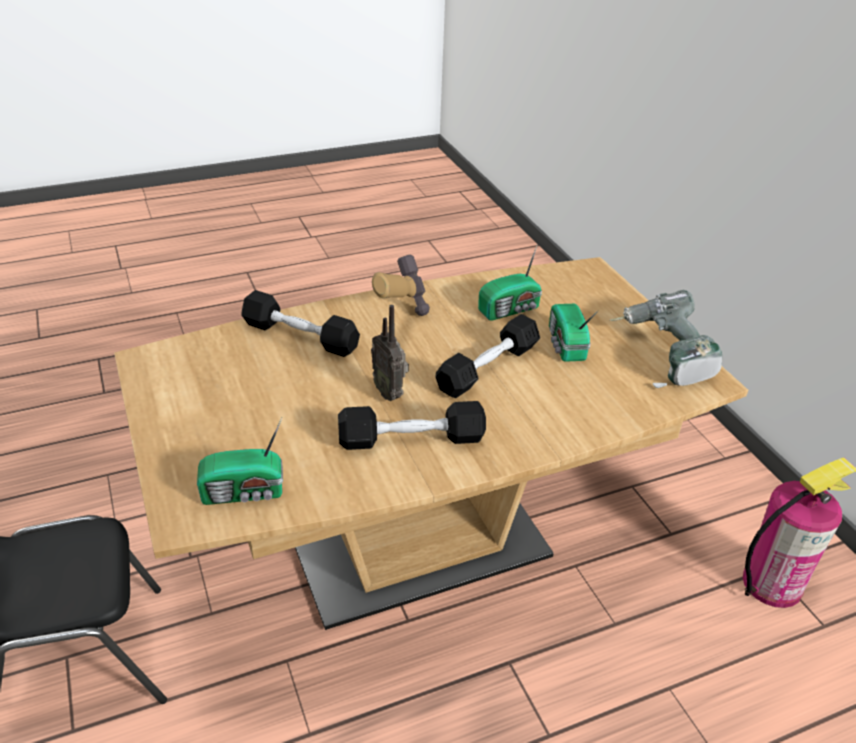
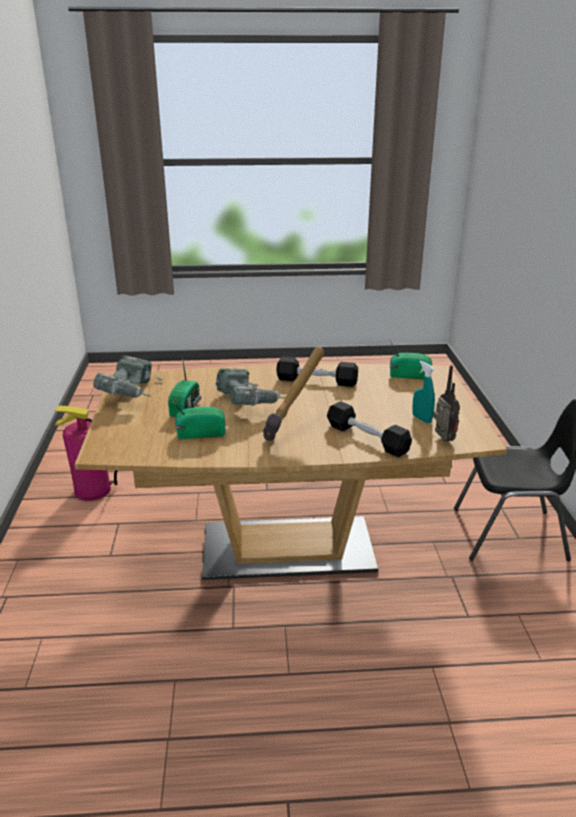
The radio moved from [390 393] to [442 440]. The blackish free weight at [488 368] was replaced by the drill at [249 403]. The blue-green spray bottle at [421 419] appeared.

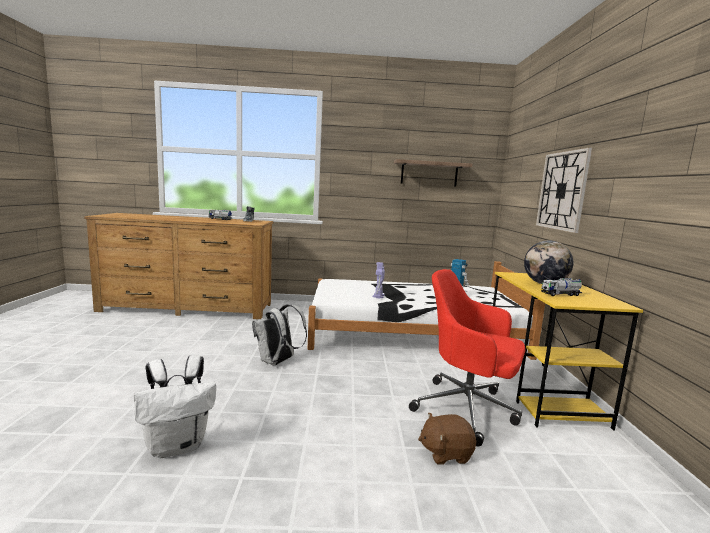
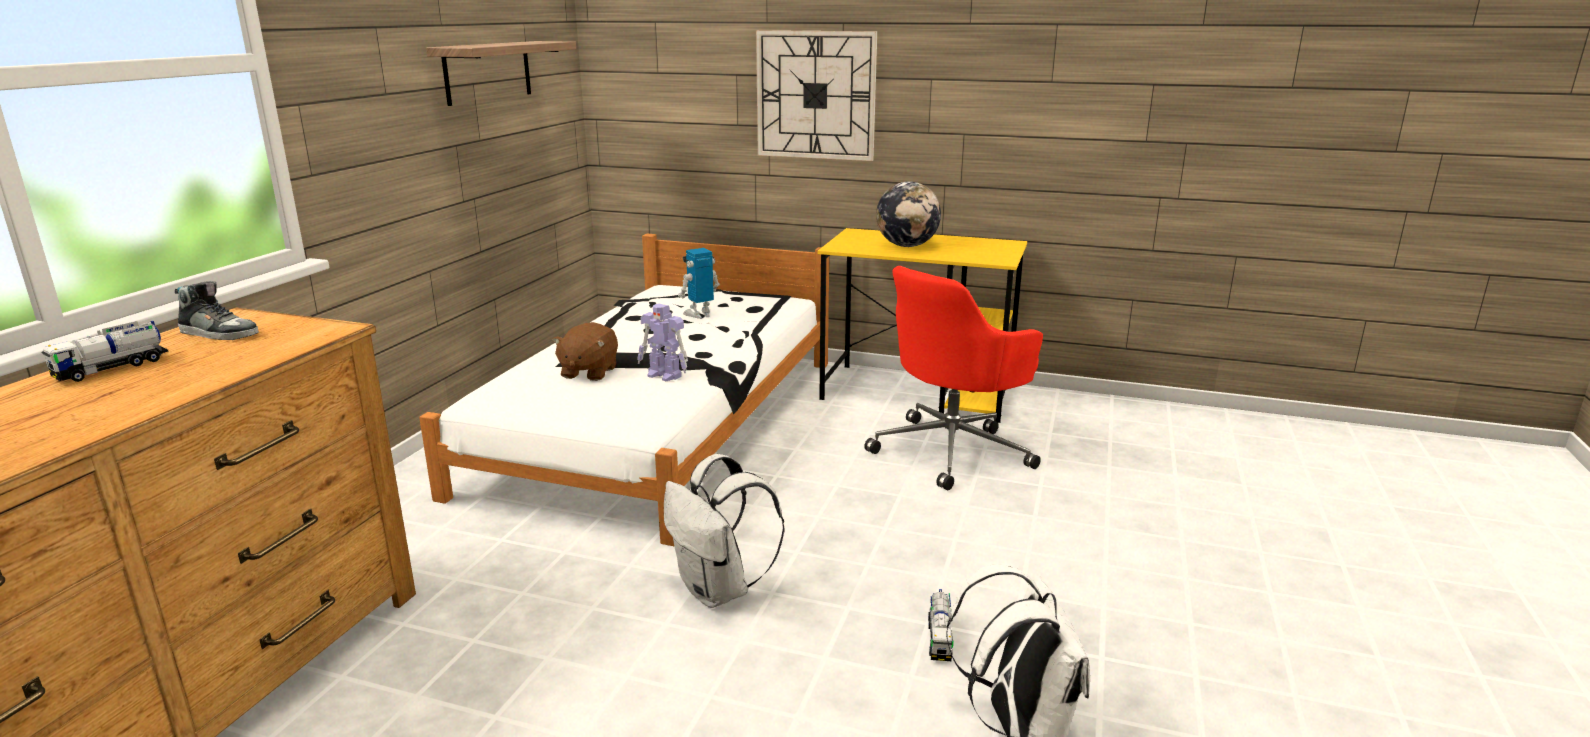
The brown-coloured cuddly toy moved from [445 453] to [588 372]. The toy truck moved from [561 294] to [939 638].

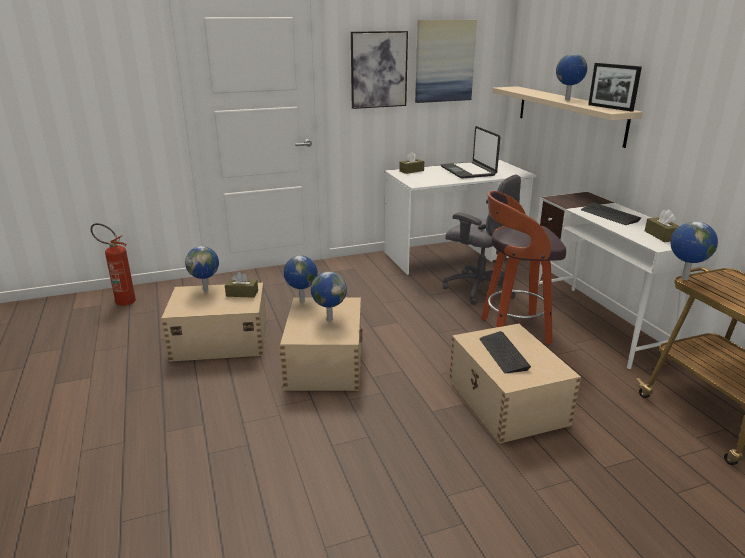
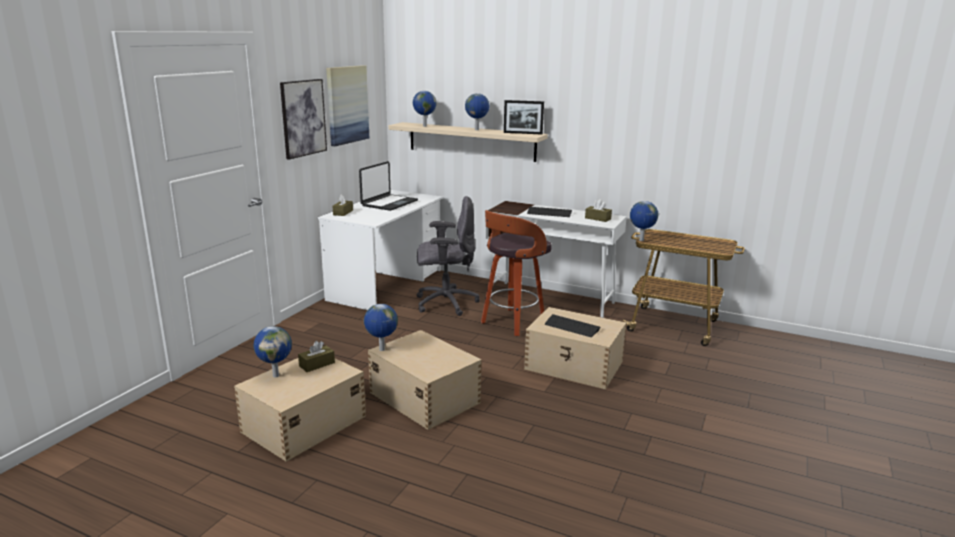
The extinguisher at [121 301] disappeared. The desk globe moved from [329 319] to [424 126]. The portable computer at [468 171] turned 90 degrees counterclockwise.

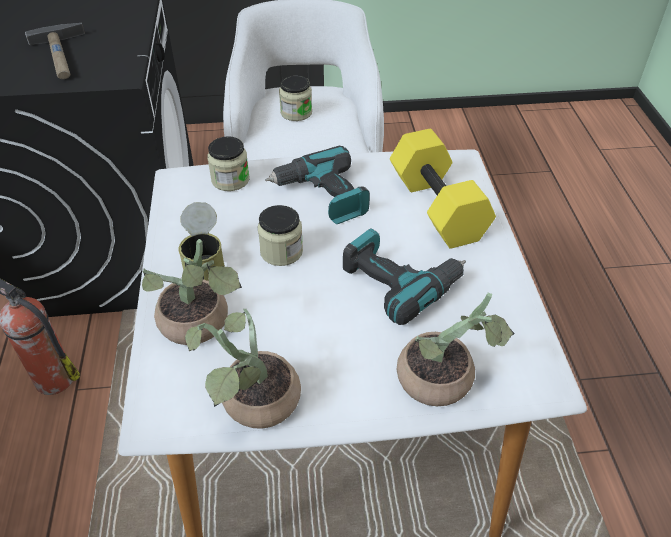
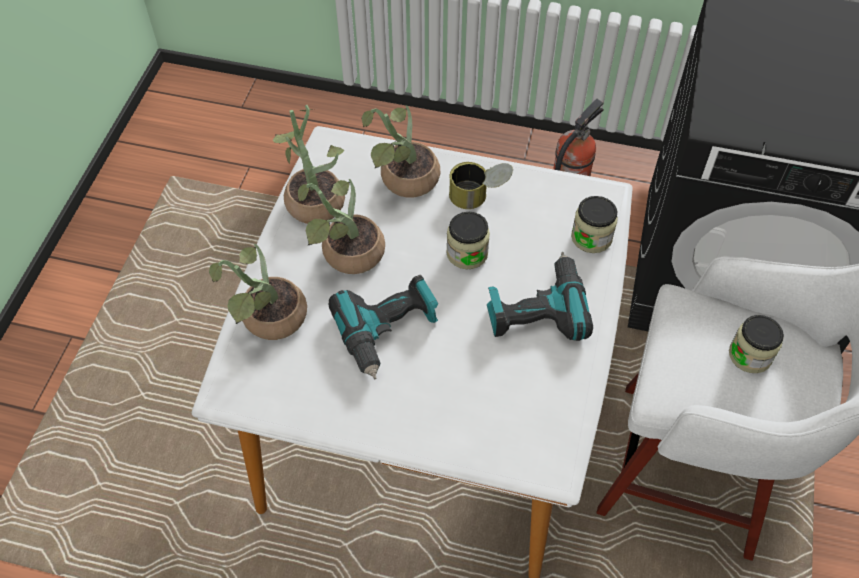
The tool hammer at [62 56] disappeared. The yellow-coloured free weight at [439 207] disappeared. The plant in a pot at [346 255] appeared.

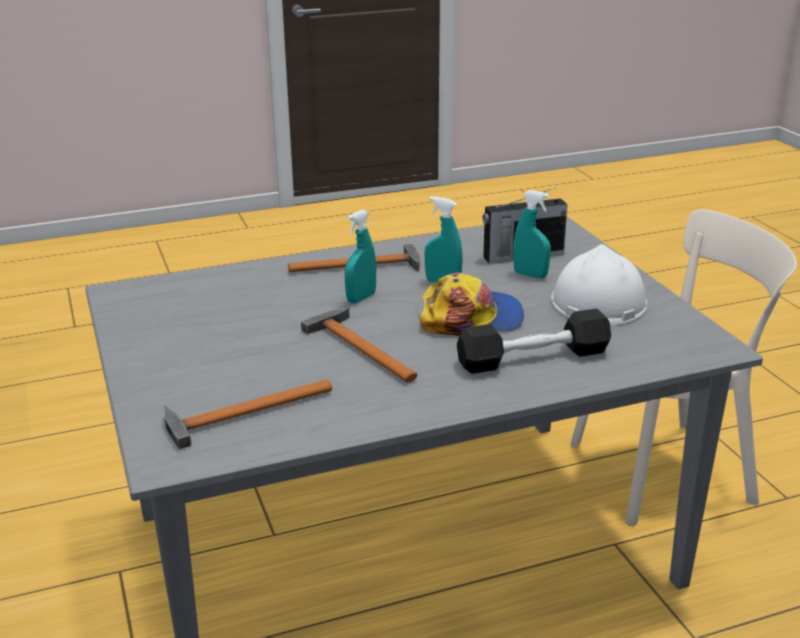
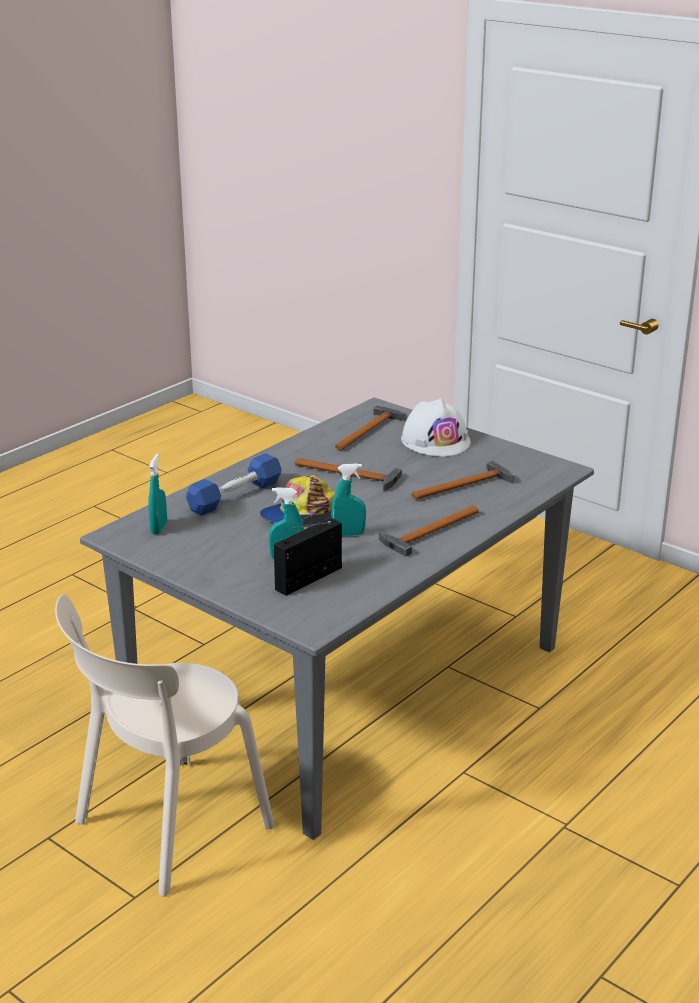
The blue-green spray bottle moved from [361 298] to [159 528]. The blackish free weight at [533 358] became the blue-coloured free weight at [235 496]. The whitish safety helmet moved from [598 302] to [436 440]. The tool hammer at [465 485] appeared.

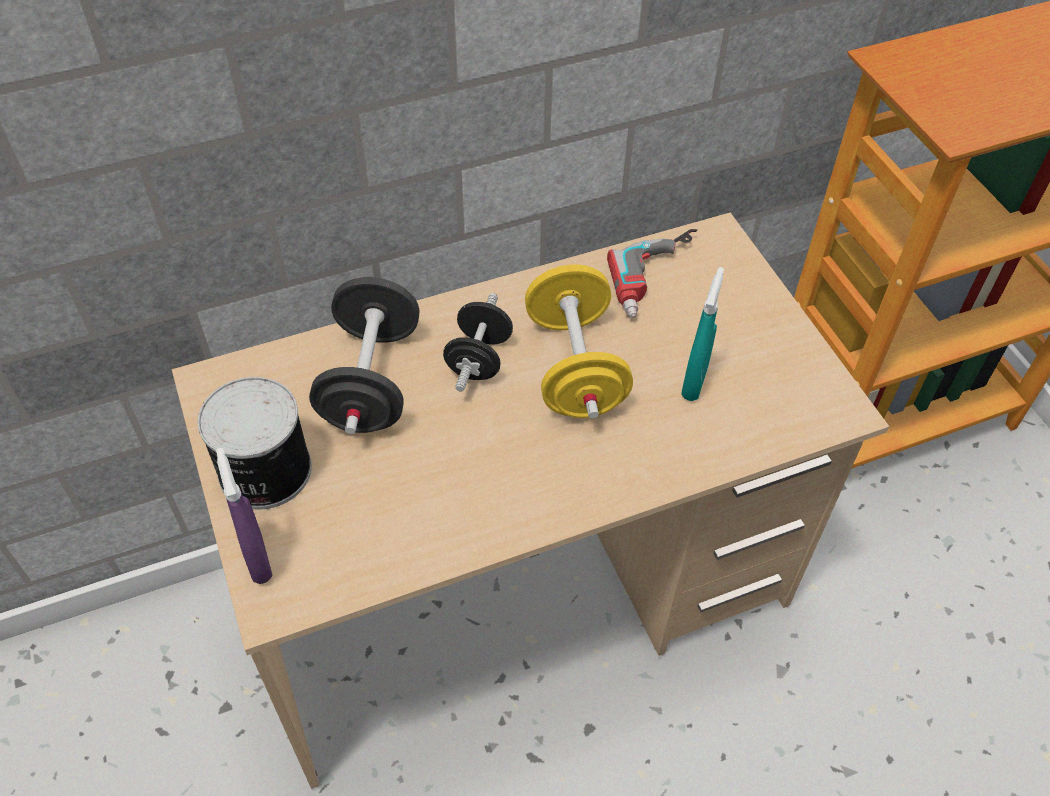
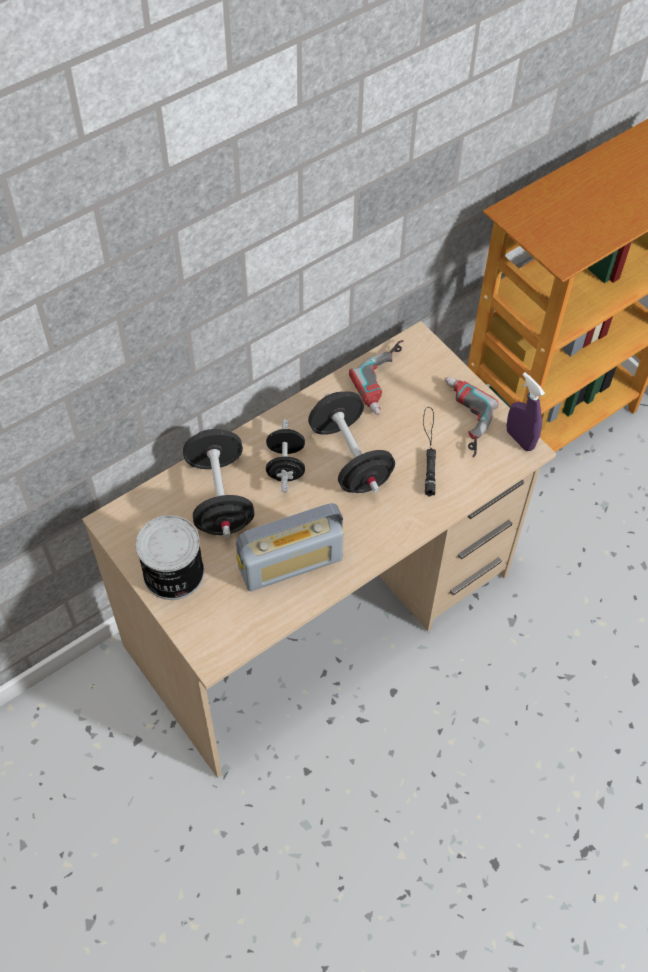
The purple-coloured spray bottle moved from [258 559] to [519 439]. The yellow-coloured free weight at [575 368] became the blackish free weight at [350 458]. The blue-green spray bottle at [694 382] was replaced by the blackish torch at [429 451]. The radio at [290 563] appeared. The drill at [460 419] appeared.

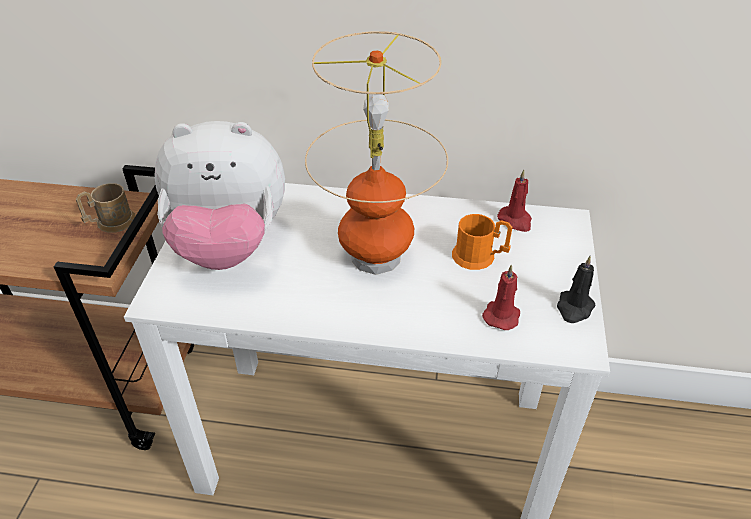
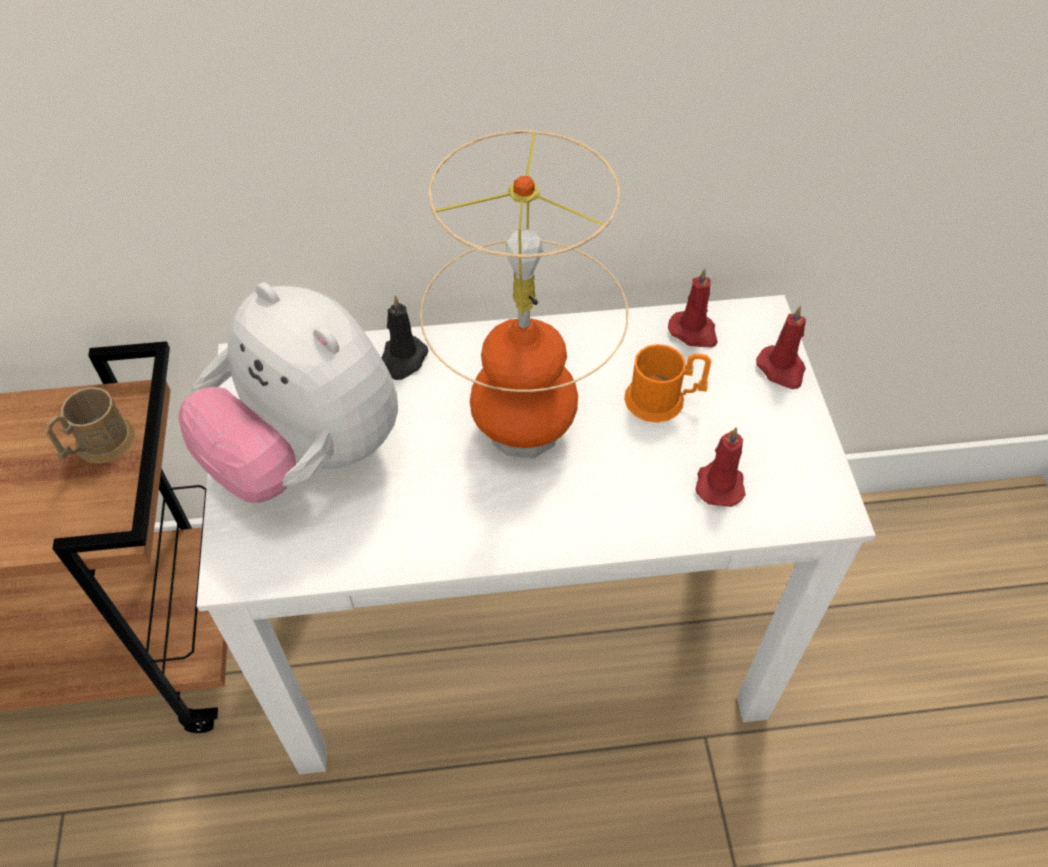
The cuddly toy at [229 245] turned 60 degrees clockwise. The blackish candle moved from [574 308] to [403 360]. The reddish candle at [782 369] appeared.

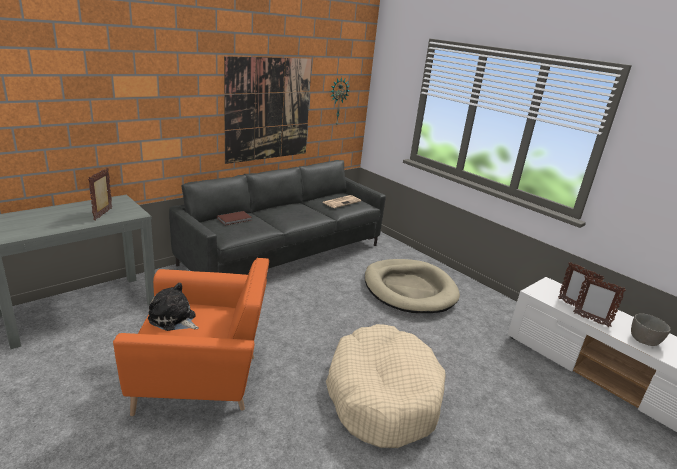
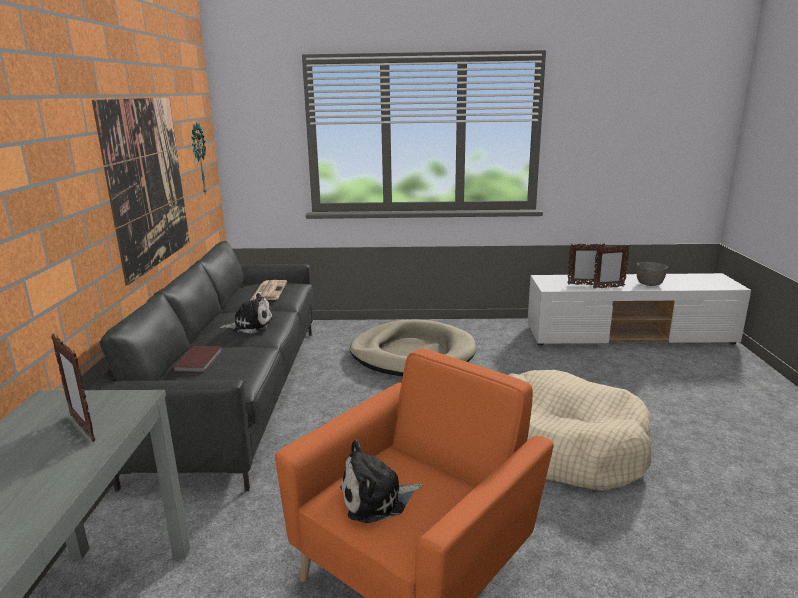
The cuddly toy at [250 325] appeared.

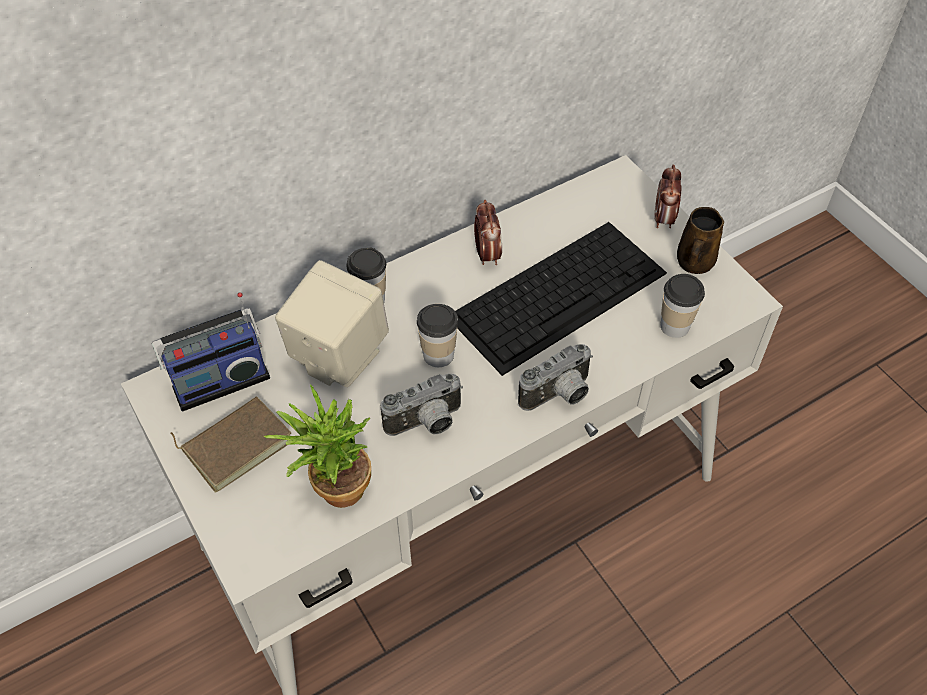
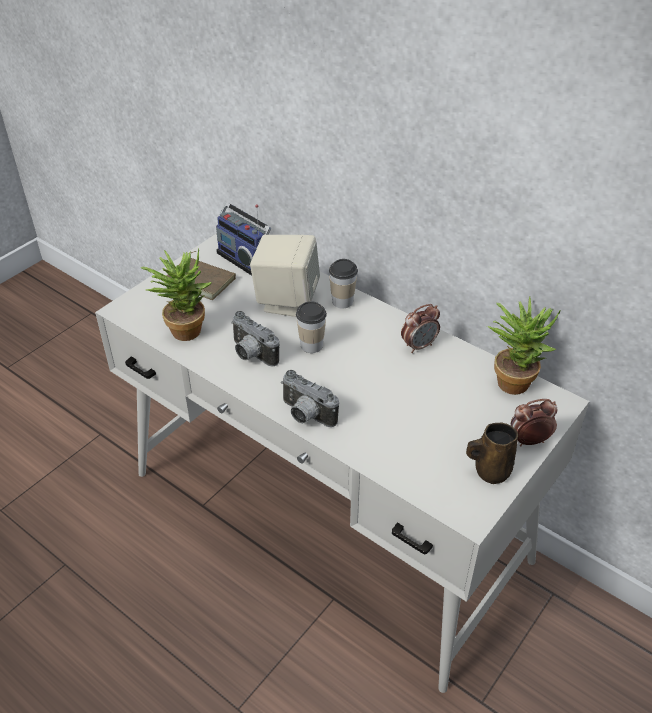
The keyboard at [559 293] disappeared. The small cup at [674 326] disappeared. The plant in a pot at [513 379] appeared.

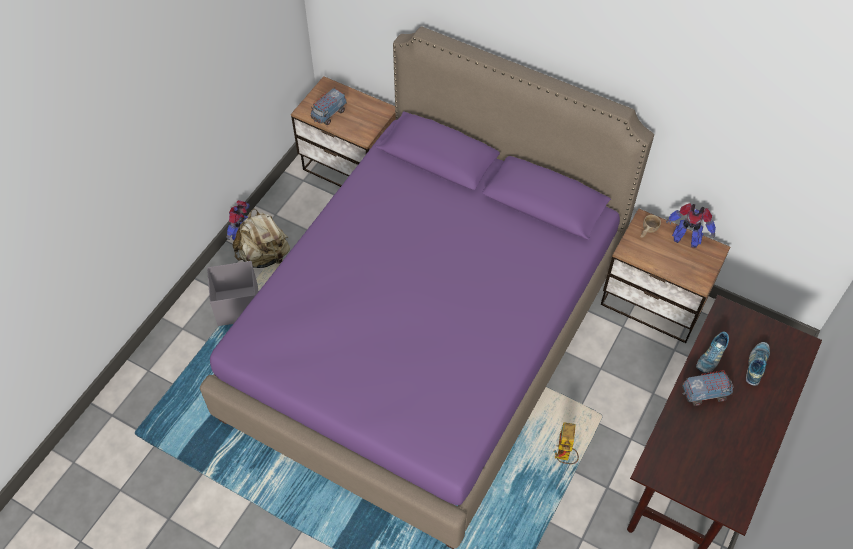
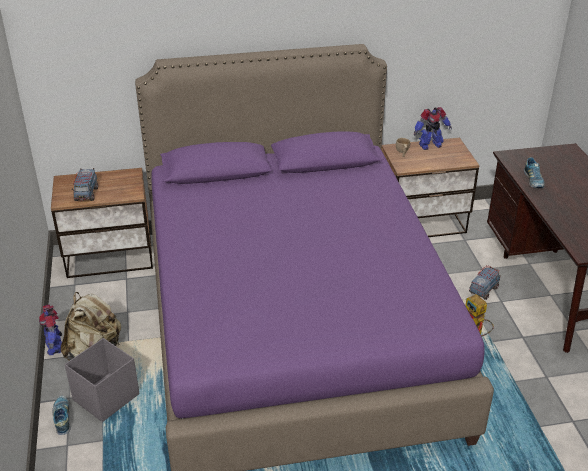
The toy truck moved from [705 393] to [483 290]. The low shoe moved from [756 365] to [62 418].

